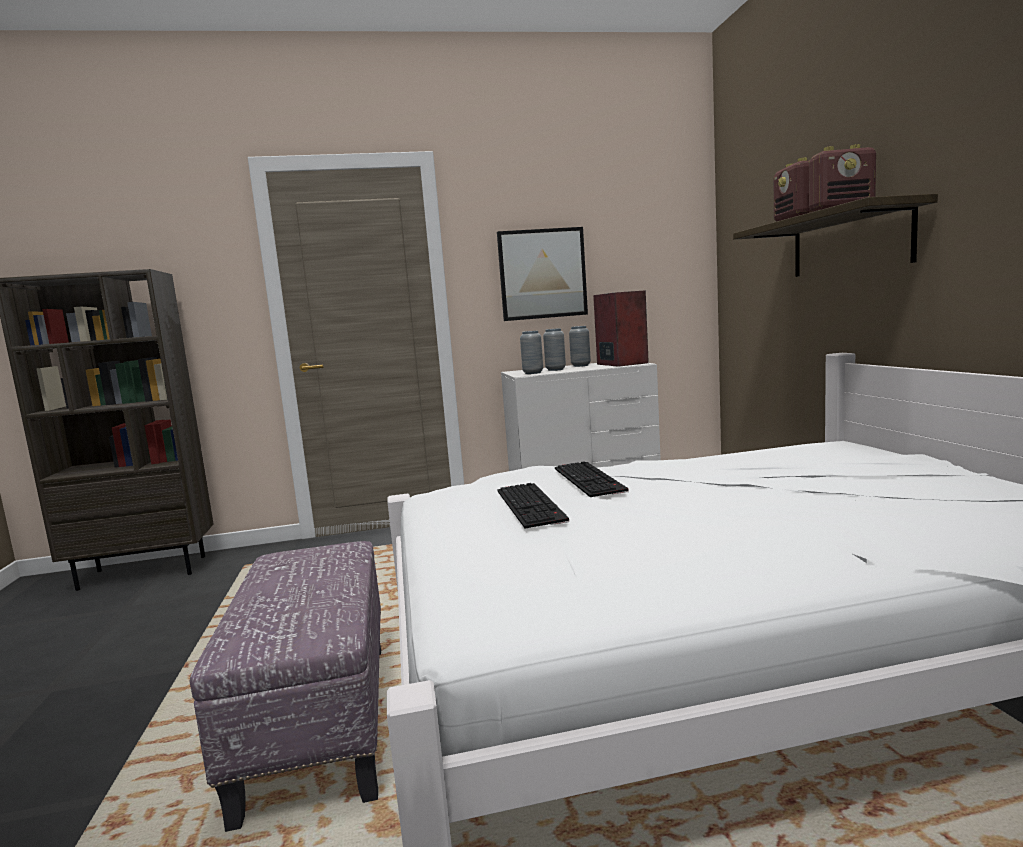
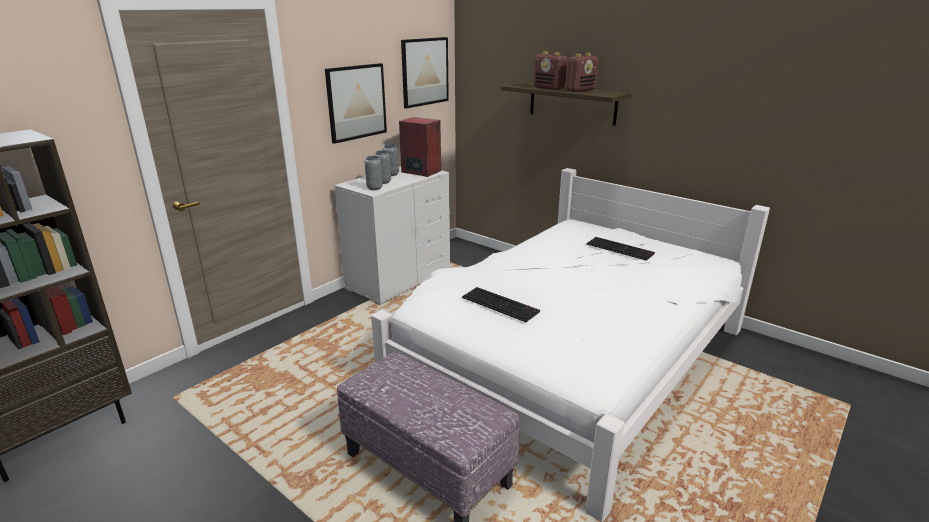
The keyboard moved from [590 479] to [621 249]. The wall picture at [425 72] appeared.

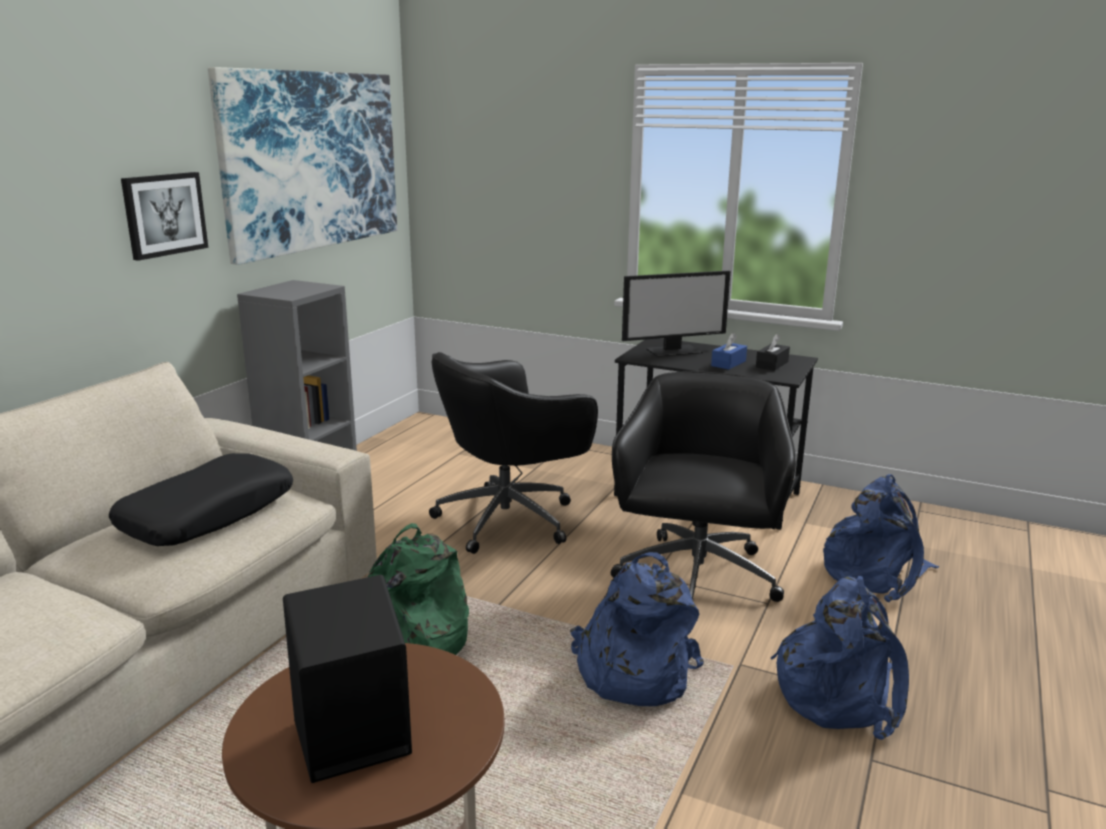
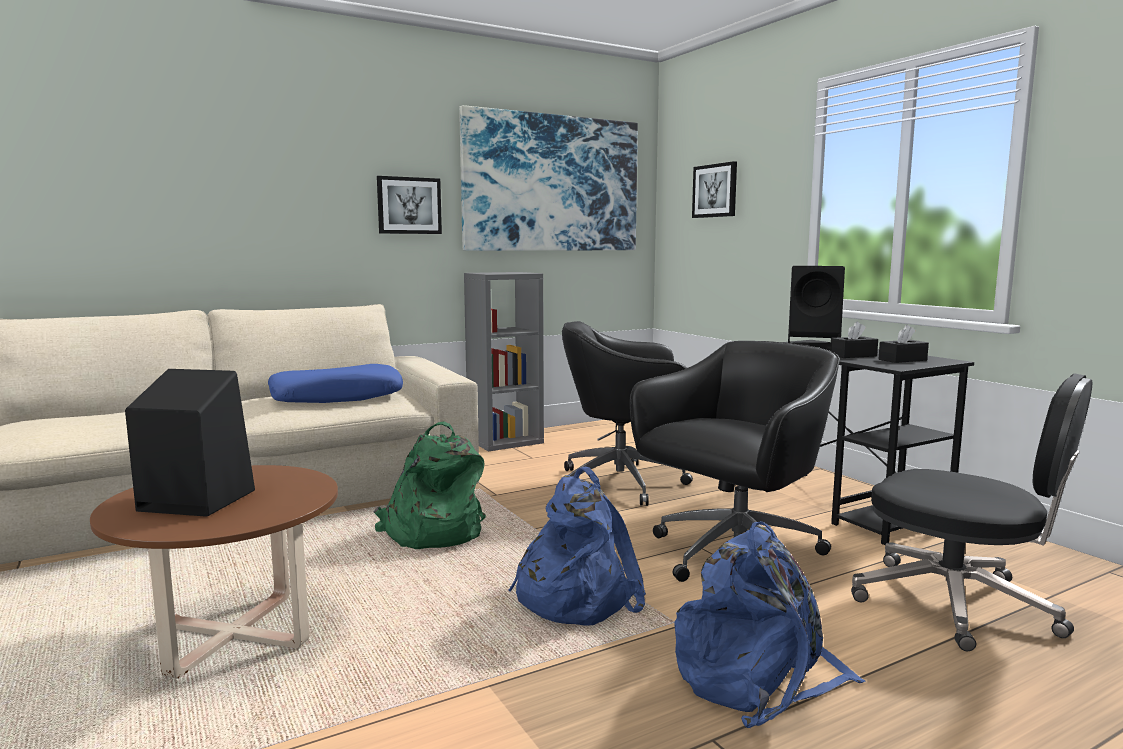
The blackish pillow at [208 514] became the blue-coloured pillow at [337 397]. The computer display at [673 350] was replaced by the blackish audio speaker at [815 346]. The blue-coloured tissue holder at [728 363] became the blackish tissue holder at [853 355]. The blue-coloured knapsack at [875 573] was replaced by the blackish desk chair at [958 605]. The wall picture at [715 190] appeared.

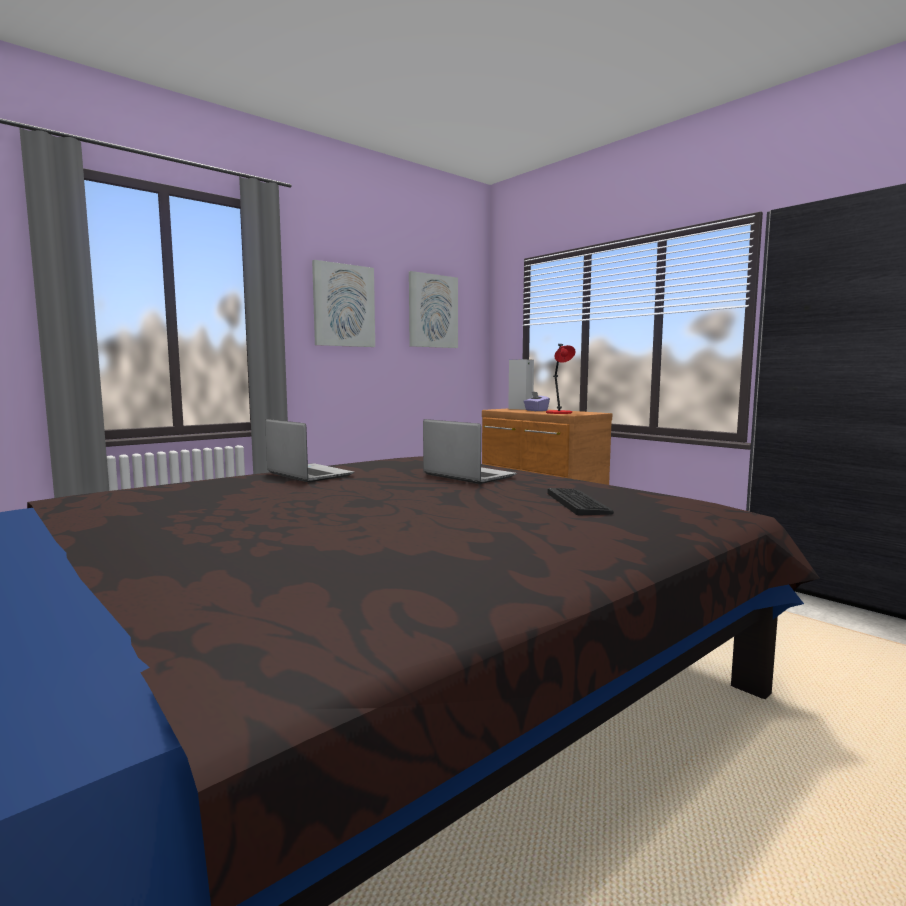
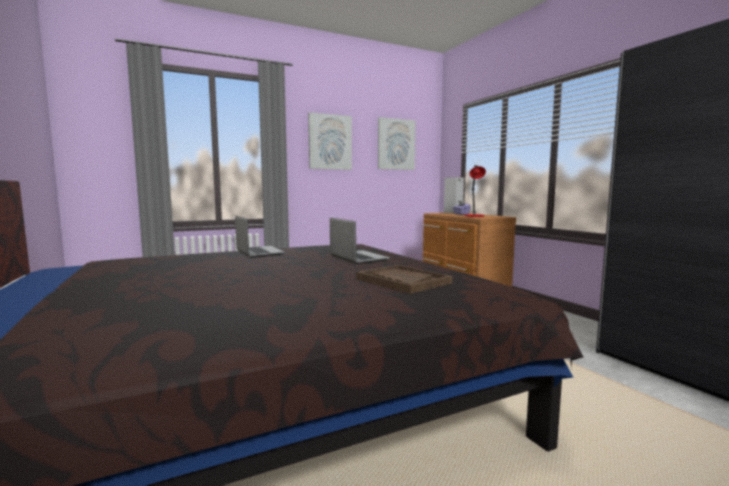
The keyboard at [578 503] was replaced by the brown-coloured serving tray at [402 281].

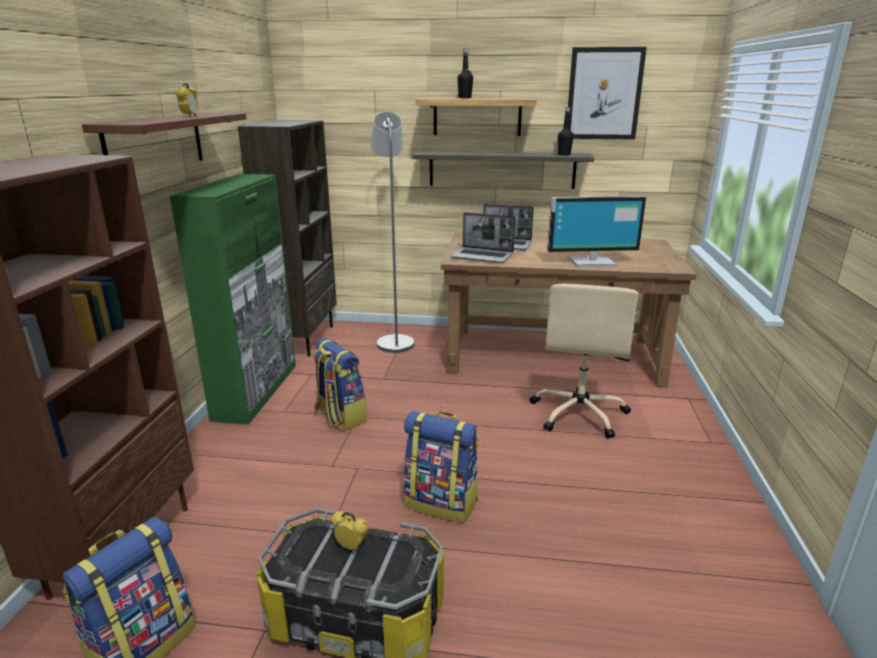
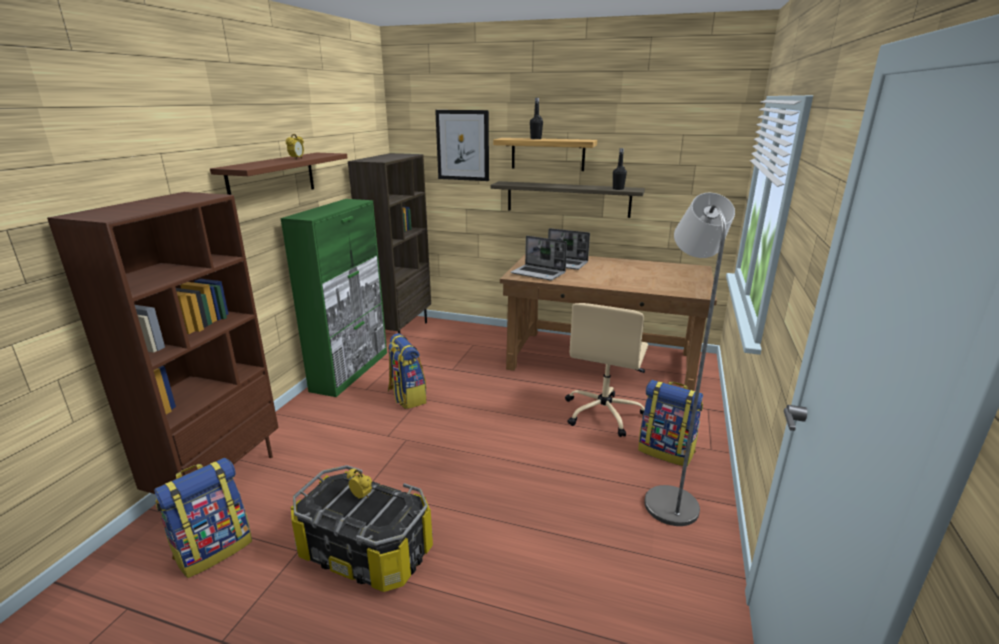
The grey floor lamp moved from [394 341] to [668 499]. The knapsack moved from [442 502] to [666 451]. The computer display at [591 262] disappeared. The wall picture moved from [604 94] to [463 145].

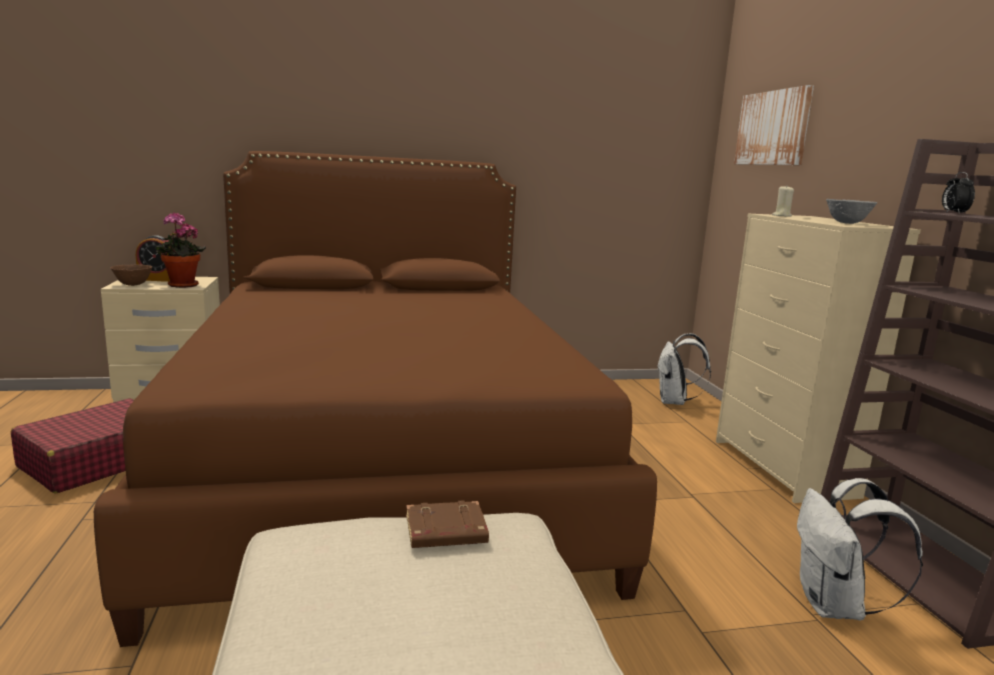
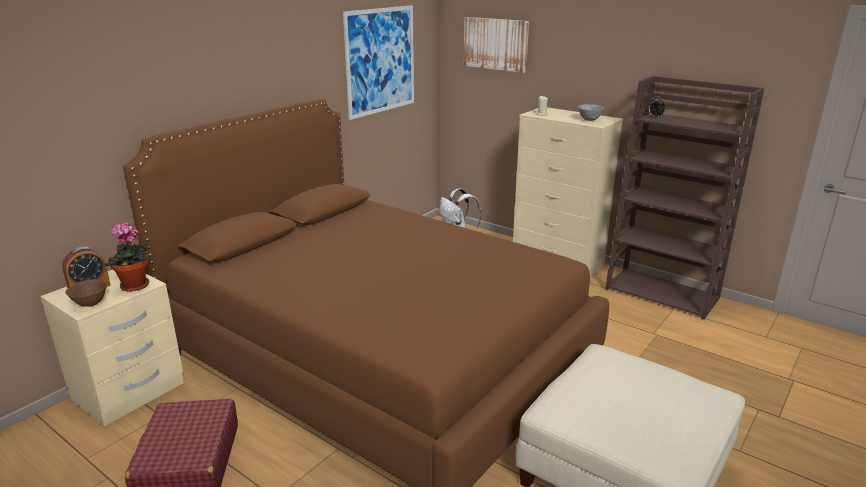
The brown-coloured bound book at [445 532] disappeared. The whitish knapsack at [834 606] disappeared. The wall picture at [380 61] appeared.

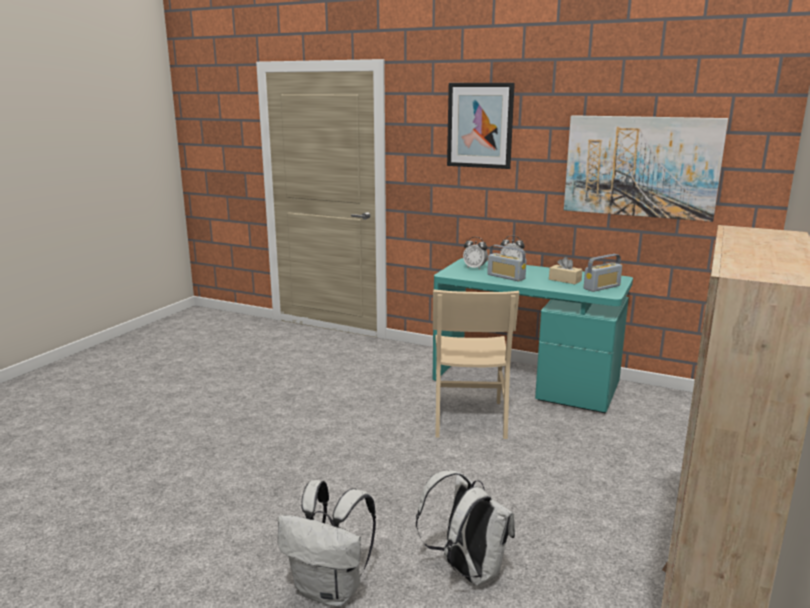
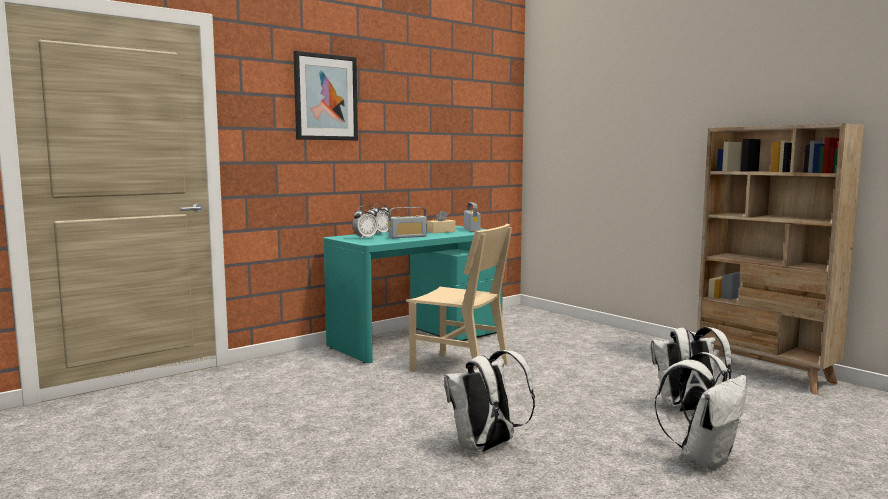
The wall picture at [641 166] disappeared. The whitish knapsack at [486 447] appeared.

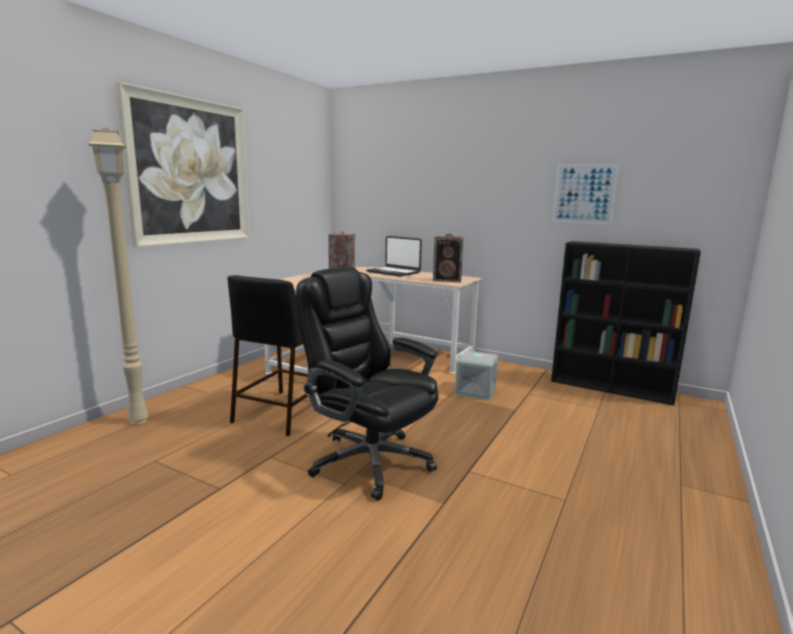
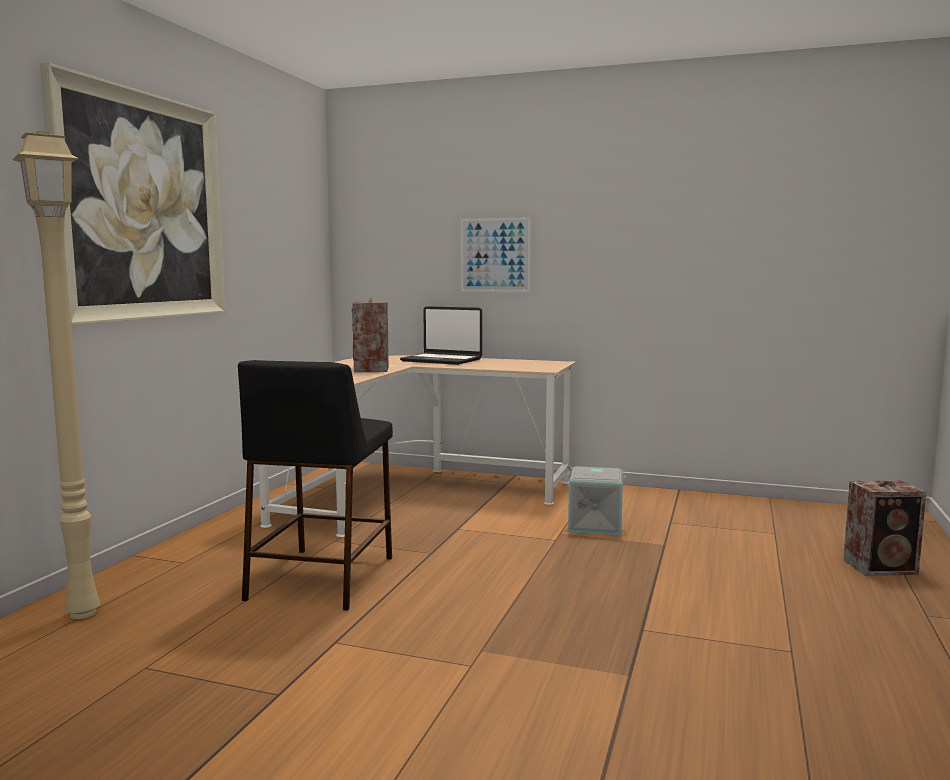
The blackish desk chair at [369 461] disappeared. The audio speaker moved from [448 280] to [882 567]. The blackish shelving unit at [612 388] disappeared. The wall picture moved from [584 194] to [495 255].

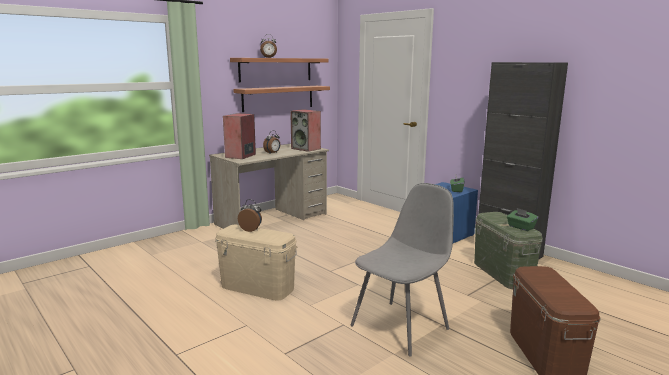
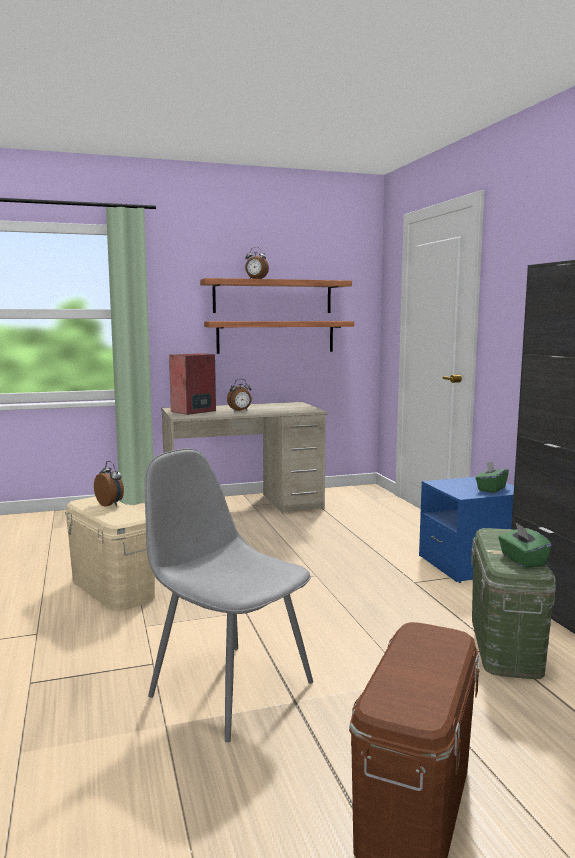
The audio speaker at [306 148] disappeared. The grey upright chair at [401 326] turned 120 degrees counterclockwise.

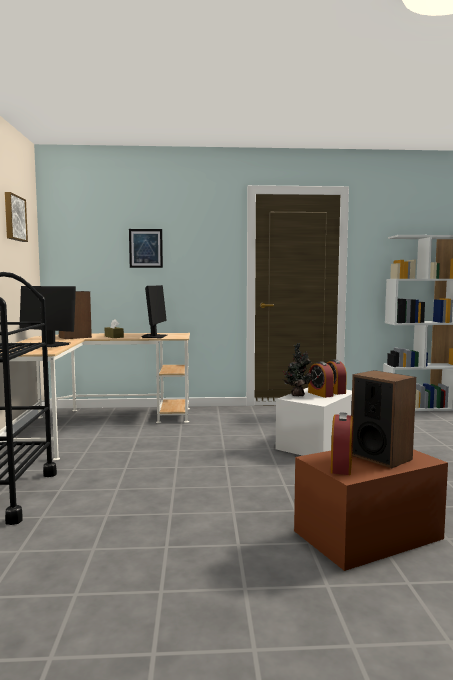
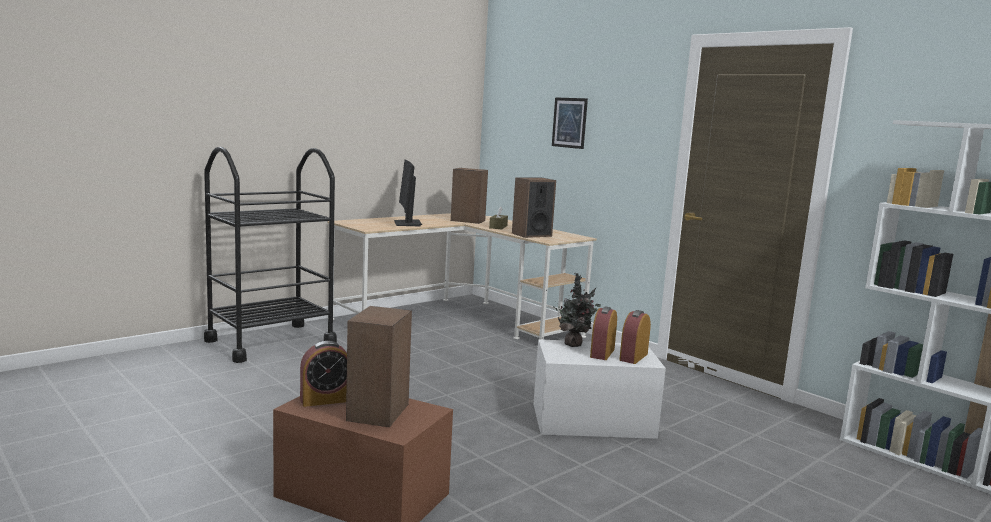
The wall picture at [14 218] disappeared. The computer display at [154 336] was replaced by the audio speaker at [531 234].

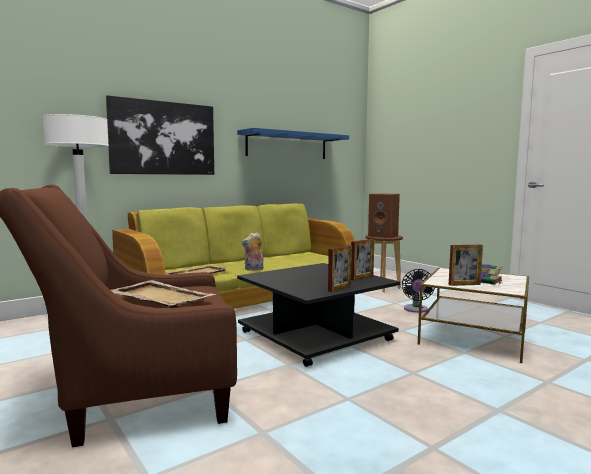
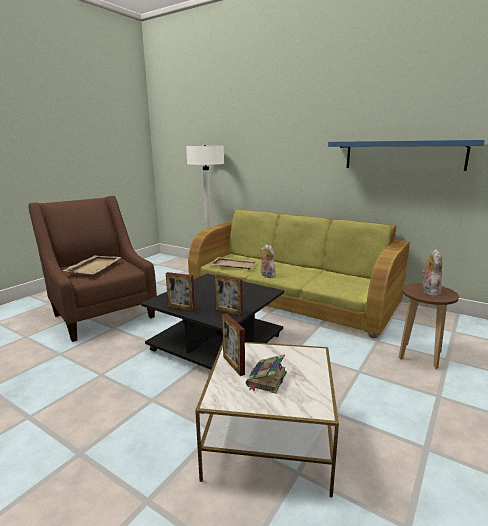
The wall picture at [163 138] disappeared. The brown-coloured audio speaker at [384 236] was replaced by the cuddly toy at [429 291]. The blackish cooling fan at [416 310] disappeared.

